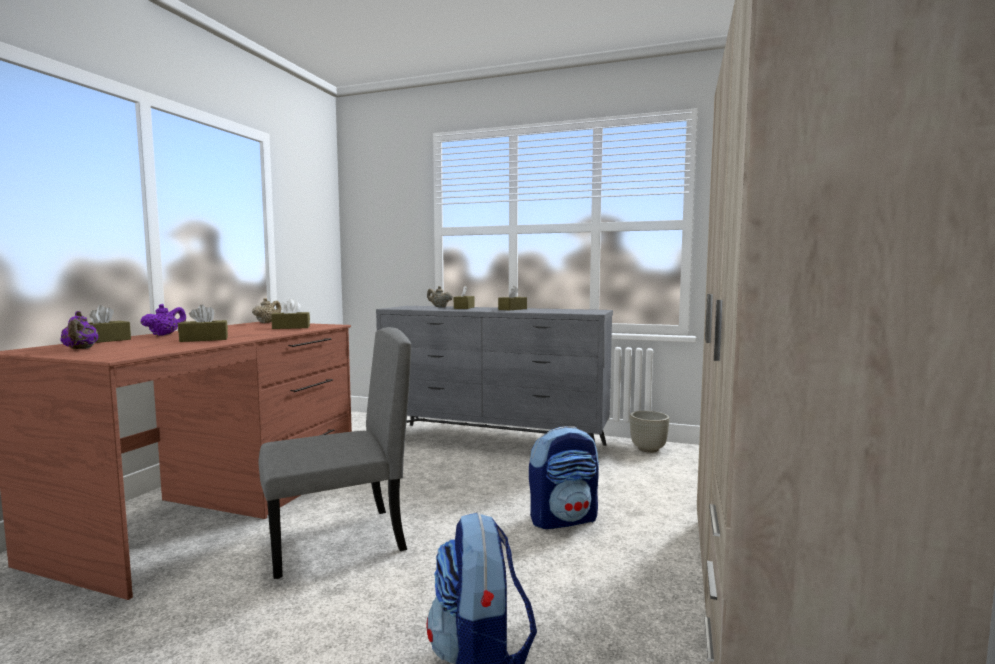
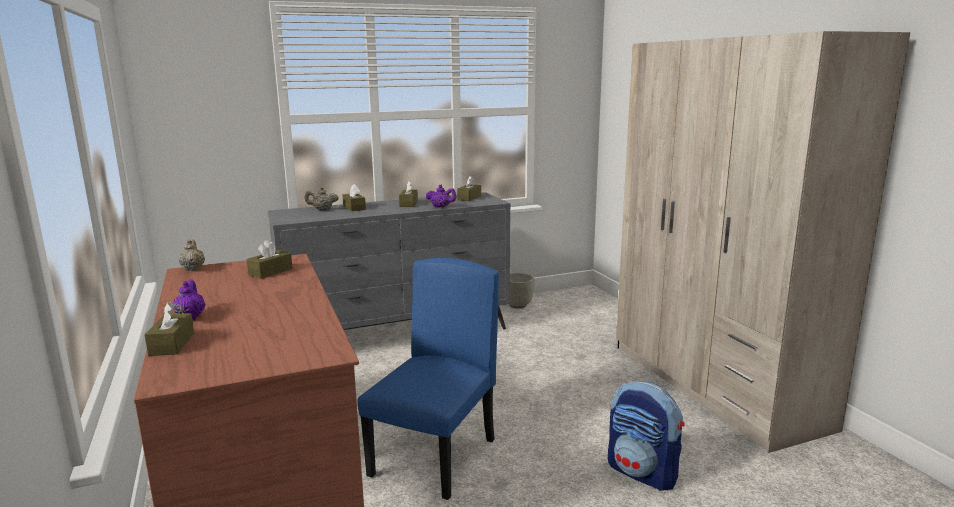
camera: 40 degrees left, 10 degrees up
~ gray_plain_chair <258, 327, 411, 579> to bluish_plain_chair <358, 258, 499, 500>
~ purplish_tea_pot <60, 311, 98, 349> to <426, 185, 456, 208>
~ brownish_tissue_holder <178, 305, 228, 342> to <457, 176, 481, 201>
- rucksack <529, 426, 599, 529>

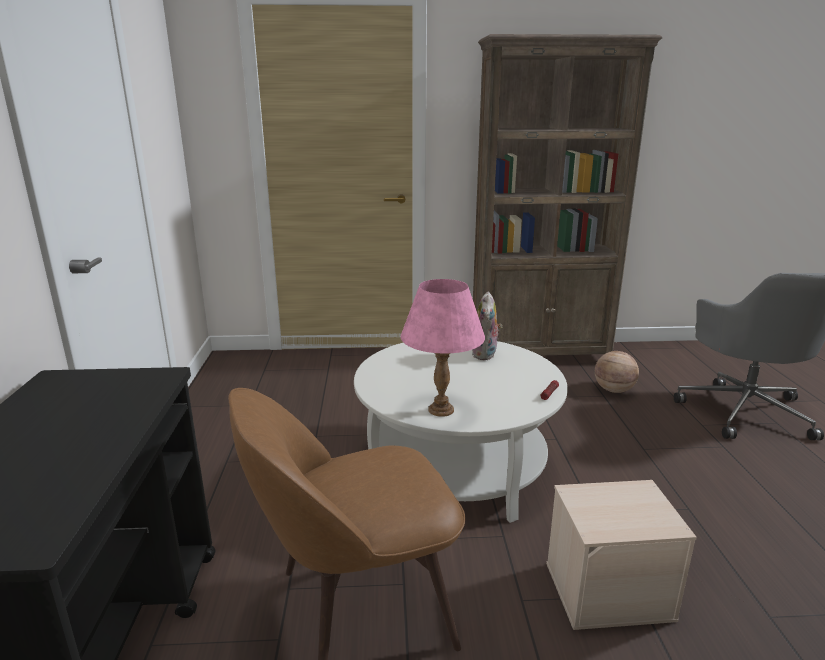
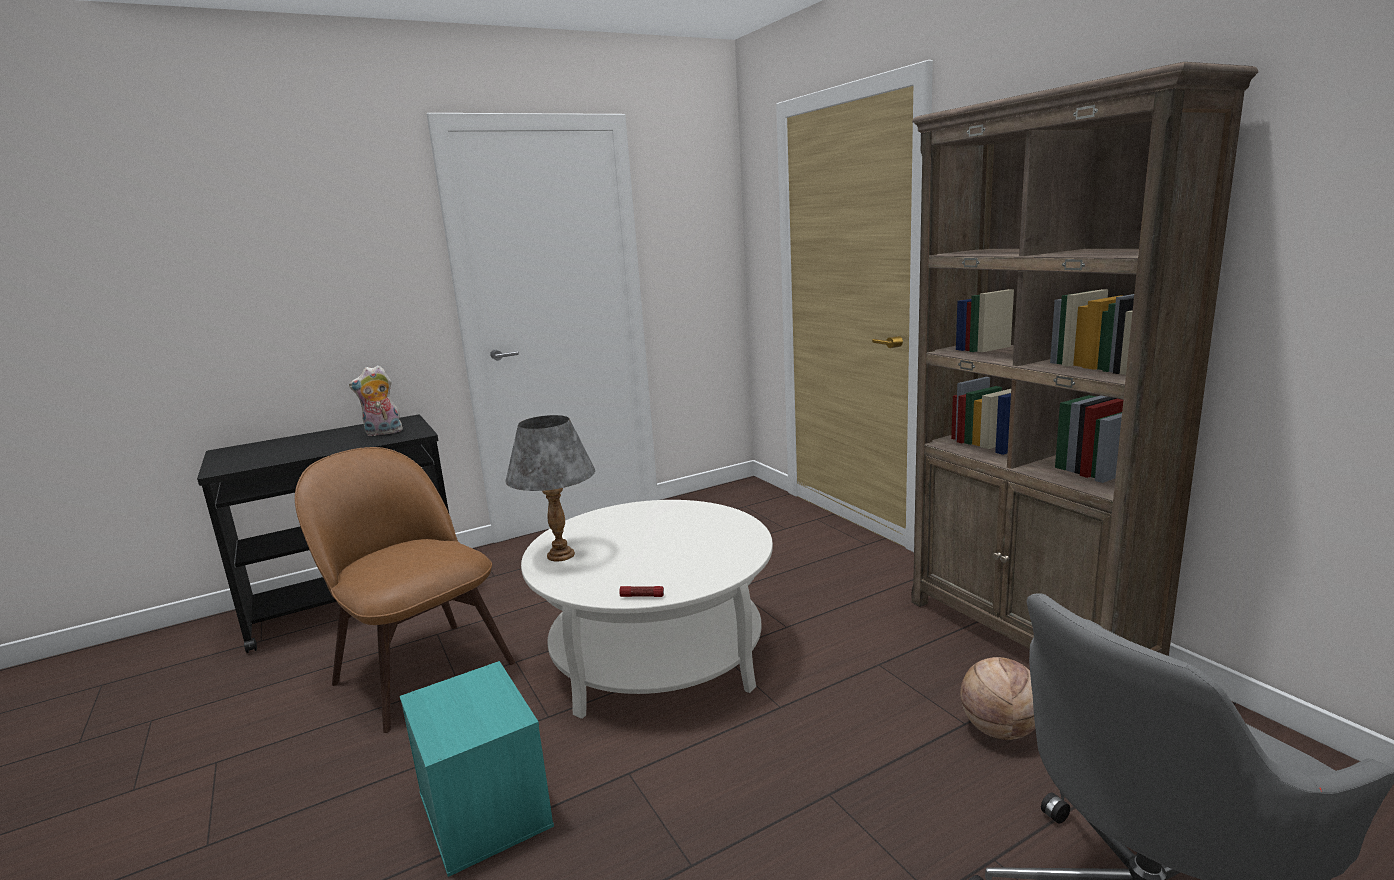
camera: 65 degrees right, 5 degrees down
~ cuddly_toy <472, 292, 503, 360> to <349, 365, 403, 436>
~ sand-coloured_storage_box <546, 480, 697, 630> to turquoise_storage_box <400, 661, 554, 877>
~ pink-coloured_table_lamp <401, 279, 485, 417> to gray_table_lamp <505, 415, 595, 562>

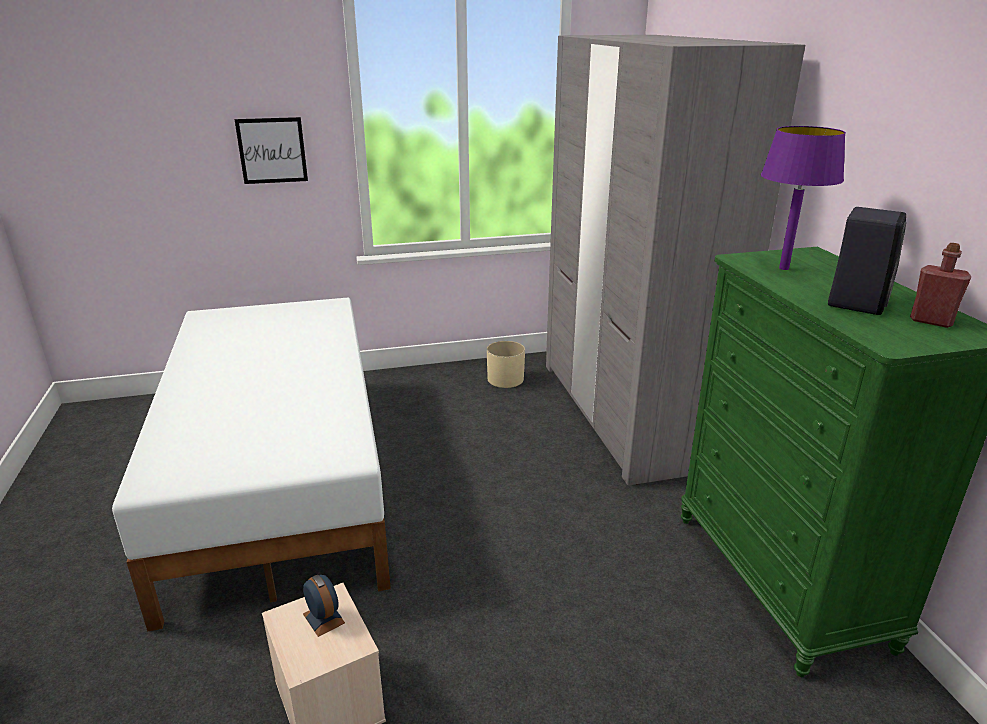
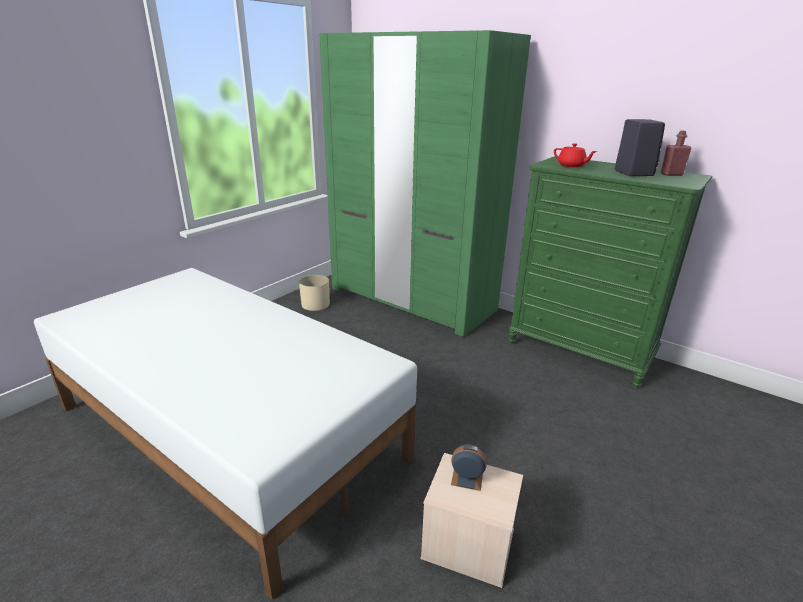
camera: 40 degrees left, 0 degrees up
~ gray_clothes_cupboard <546, 35, 805, 485> to green_clothes_cupboard <319, 30, 531, 337>
~ purplish_table_lamp <761, 126, 846, 270> to red_tea_pot <554, 143, 597, 167>
- wall_art <235, 117, 308, 184>

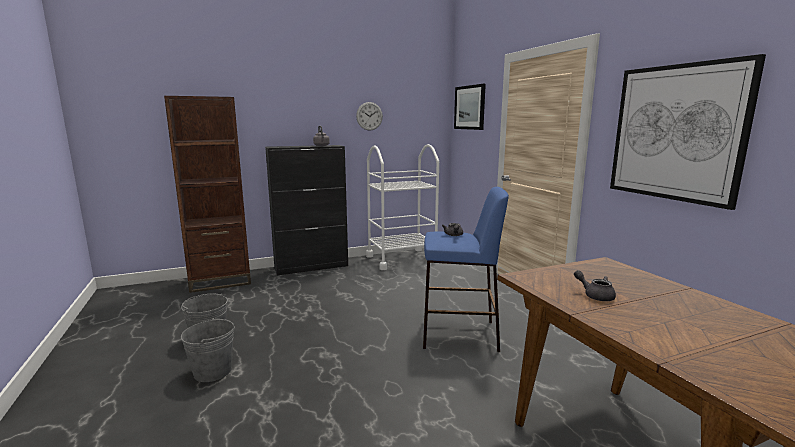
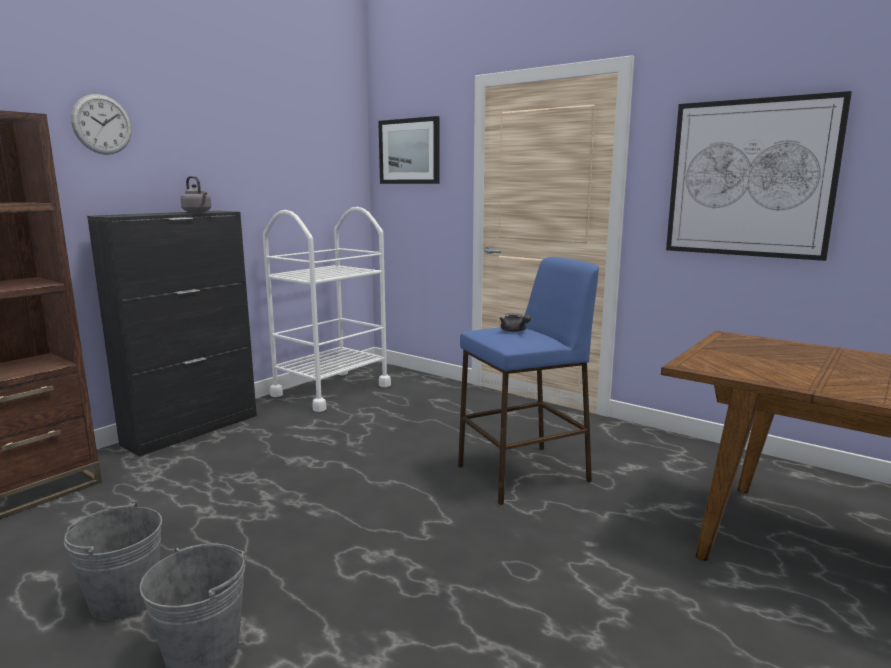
camera: 30 degrees left, 0 degrees up
~ wall_clock <356, 102, 383, 130> to <71, 94, 132, 155>
- gray_tea_pot <574, 270, 616, 301>

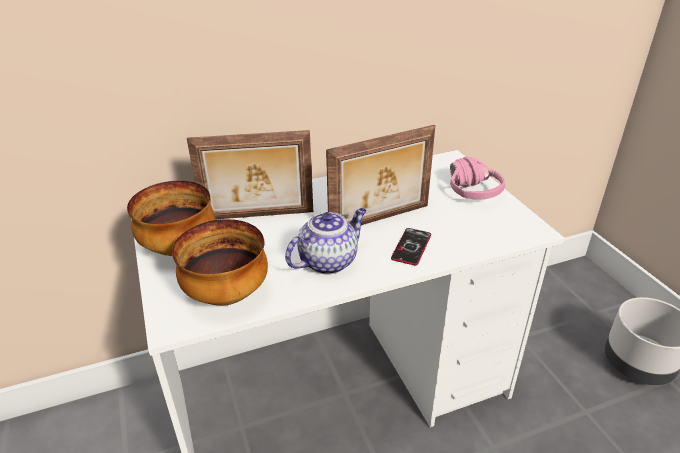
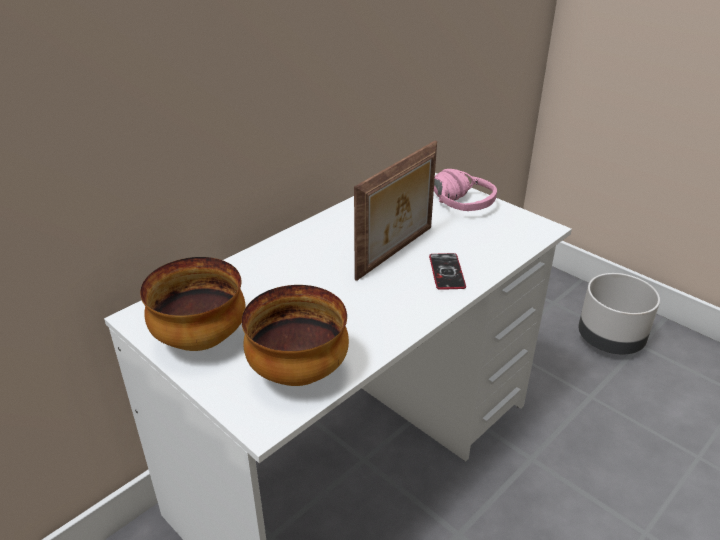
camera: 25 degrees left, 0 degrees up
- standing_frame <187, 130, 313, 220>
- tea_pot <285, 208, 366, 275>

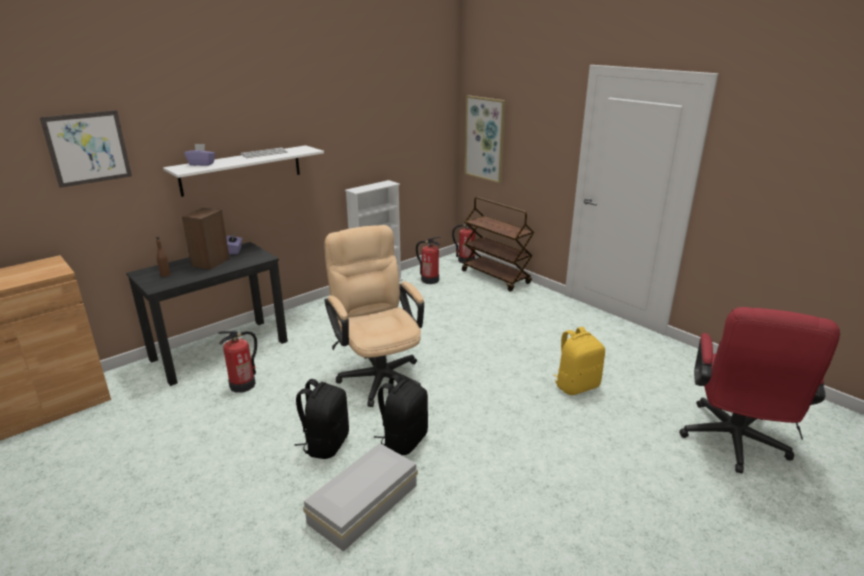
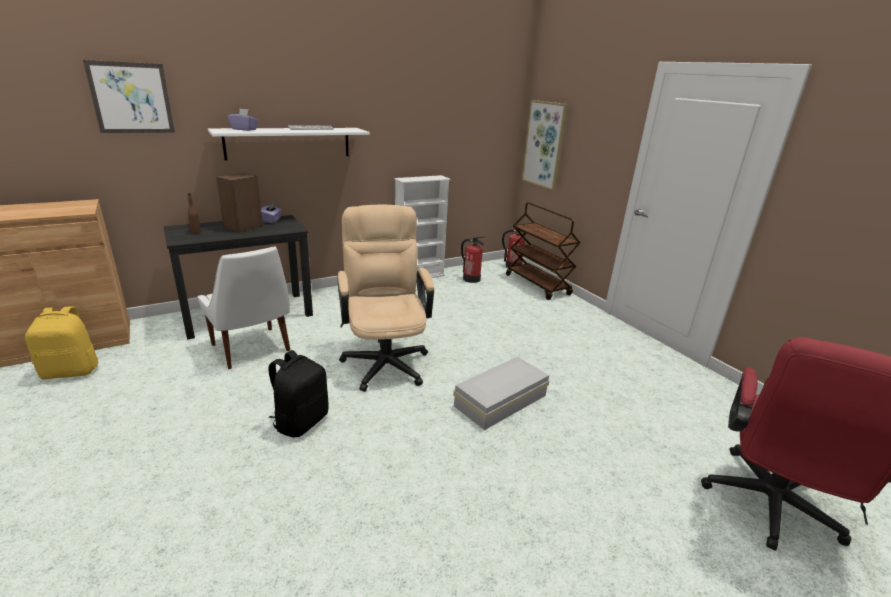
camera: 10 degrees right, 0 degrees up
~ yellow_rucksack <554, 327, 605, 395> to <25, 306, 98, 379>
~ extinguisher <218, 331, 257, 393> to white-coloured_plain_chair <198, 247, 290, 369>
~ white-coloured_storage_box <303, 443, 418, 552> to <453, 357, 549, 430>
- black_rucksack <374, 374, 428, 455>

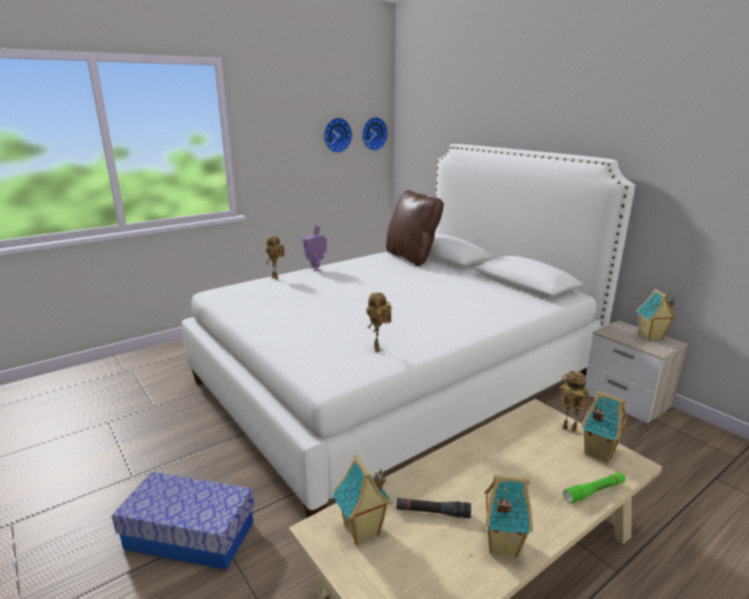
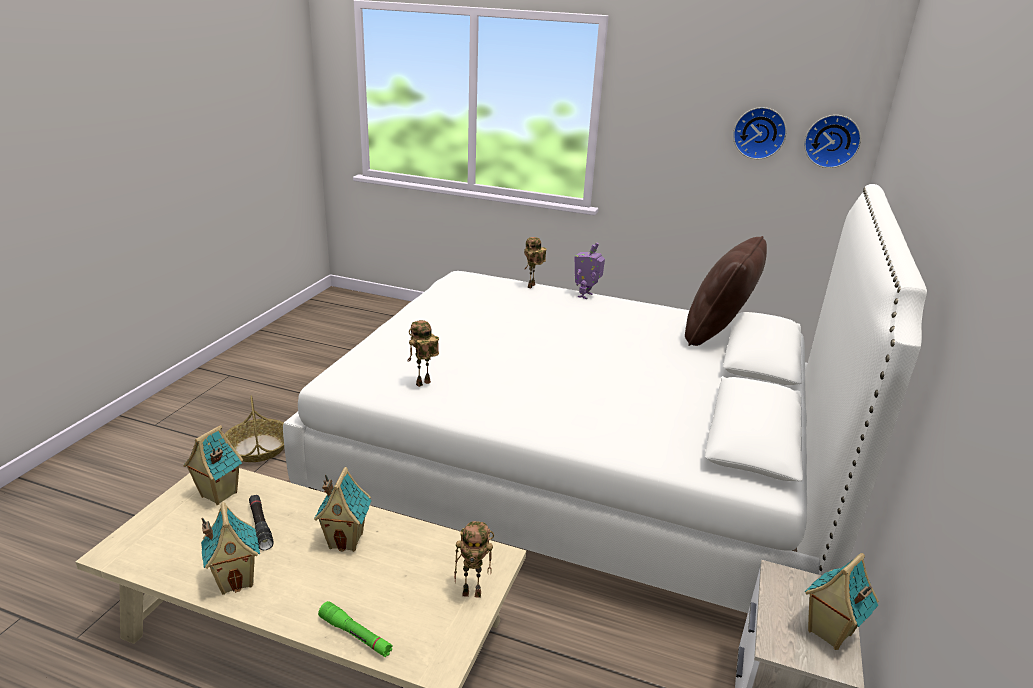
camera: 55 degrees right, 5 degrees up
~ storage_box <112, 472, 255, 570> to household_basket <224, 395, 284, 462>
~ toy_house <581, 391, 629, 463> to <314, 467, 372, 552>
~ robot_figure <559, 371, 590, 432> = <454, 521, 494, 598> 105 degrees clockwise

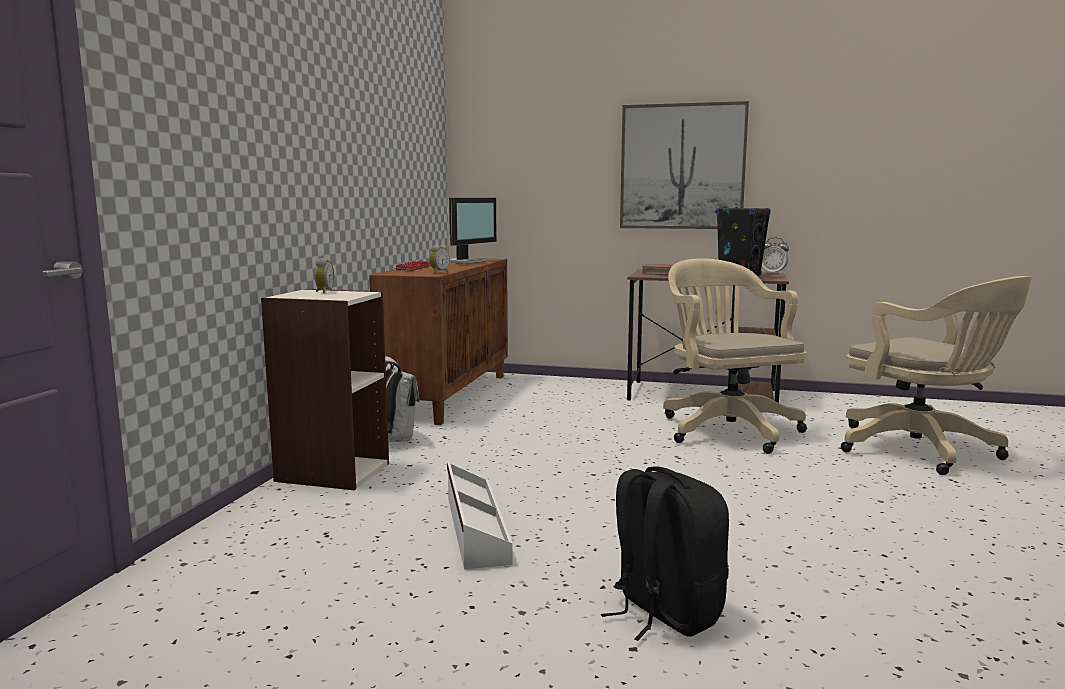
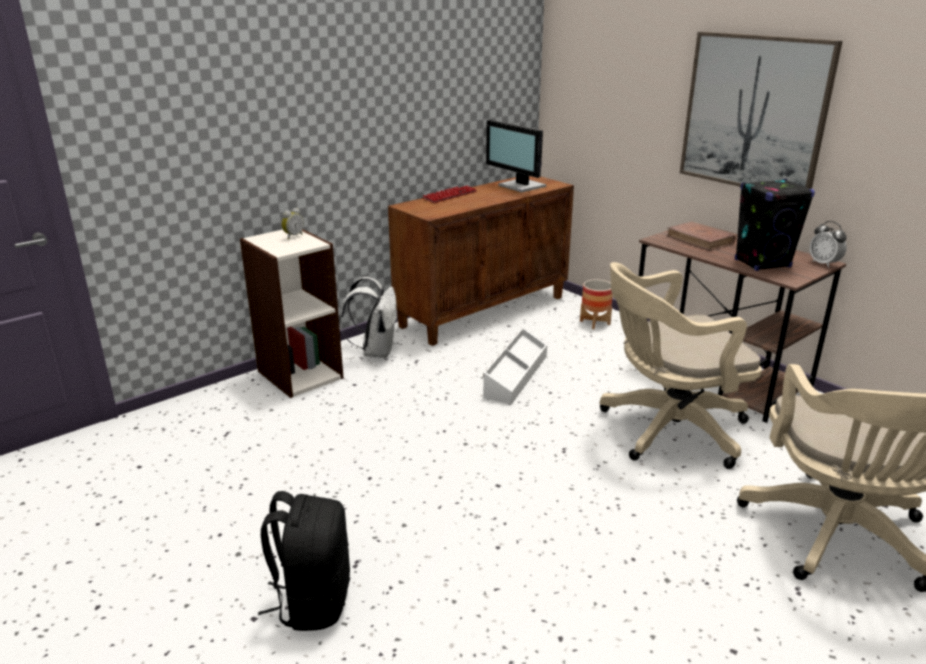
camera: 35 degrees right, 15 degrees up
~ white-coloured_storage_box <447, 463, 513, 569> to <483, 328, 547, 405>
~ computer_screen <449, 198, 497, 264> = <486, 120, 546, 192> 75 degrees clockwise
+ flower_pot <580, 279, 613, 329>
~ sand-coloured_office_chair <663, 258, 807, 454> = <600, 262, 762, 469> 120 degrees counterclockwise
- table_clock <429, 245, 450, 273>

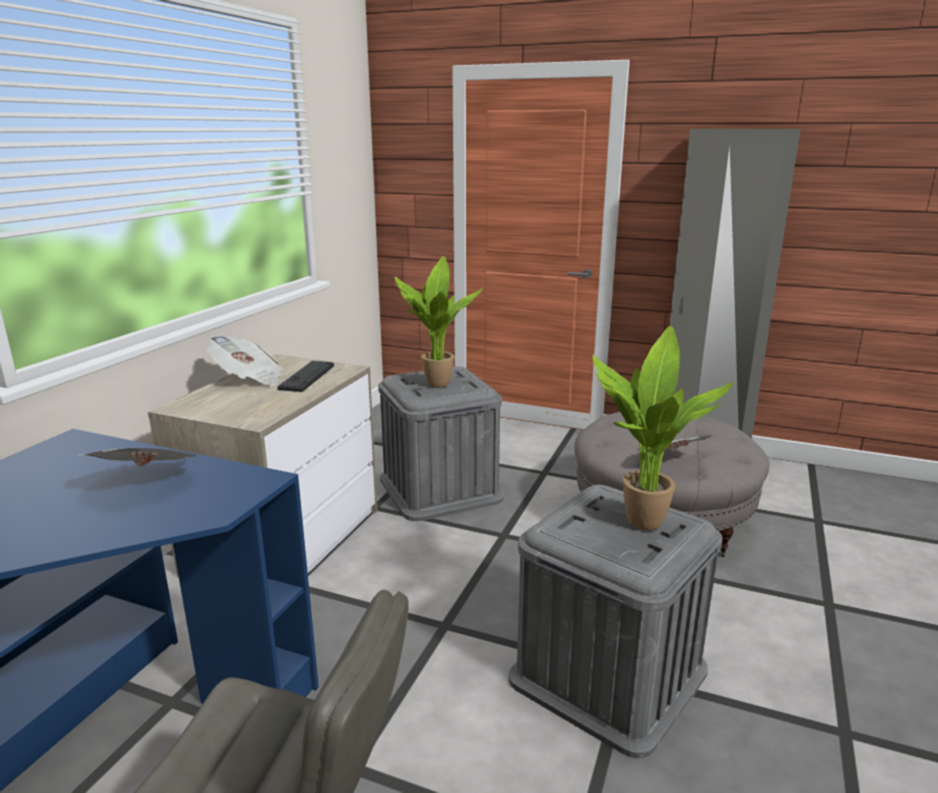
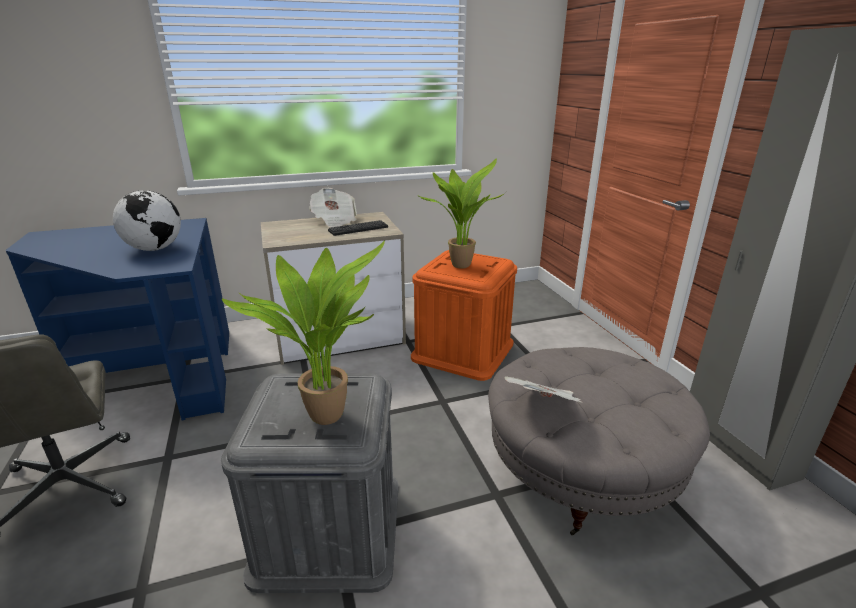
camera: 50 degrees right, 5 degrees up
~ newspaper <77, 448, 196, 466> to desk_globe <113, 190, 181, 251>
~ gray_storage_box <378, 366, 504, 521> to orangey_storage_box <411, 250, 517, 381>

